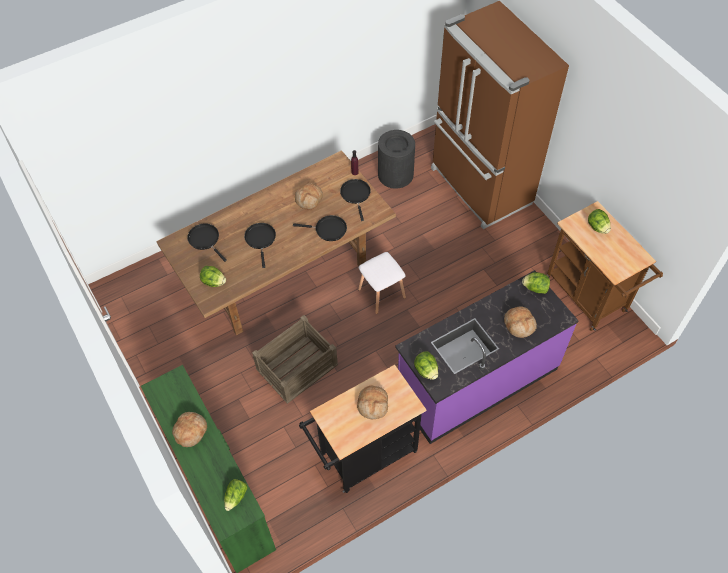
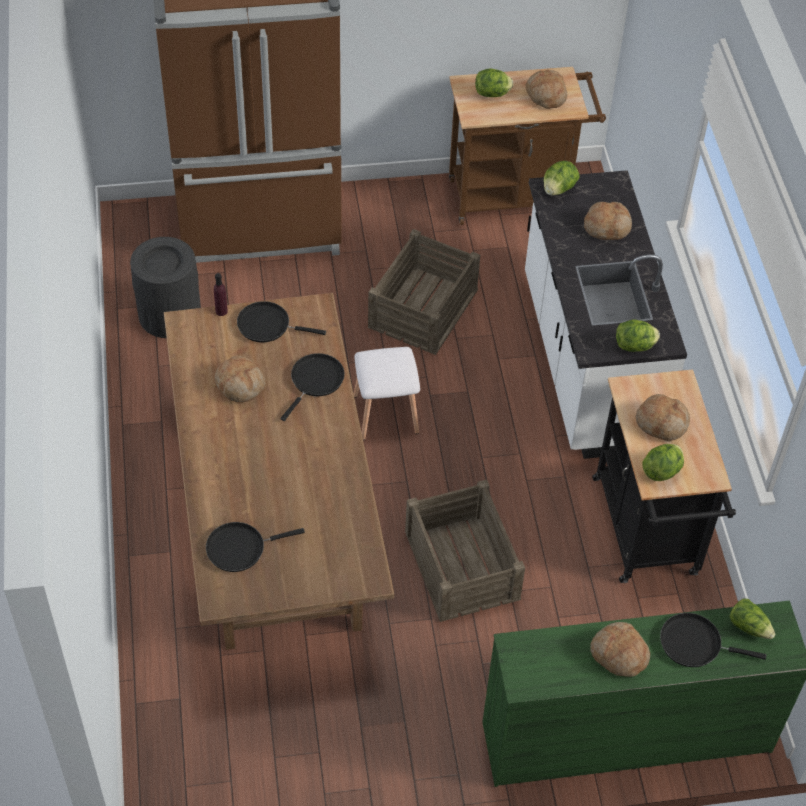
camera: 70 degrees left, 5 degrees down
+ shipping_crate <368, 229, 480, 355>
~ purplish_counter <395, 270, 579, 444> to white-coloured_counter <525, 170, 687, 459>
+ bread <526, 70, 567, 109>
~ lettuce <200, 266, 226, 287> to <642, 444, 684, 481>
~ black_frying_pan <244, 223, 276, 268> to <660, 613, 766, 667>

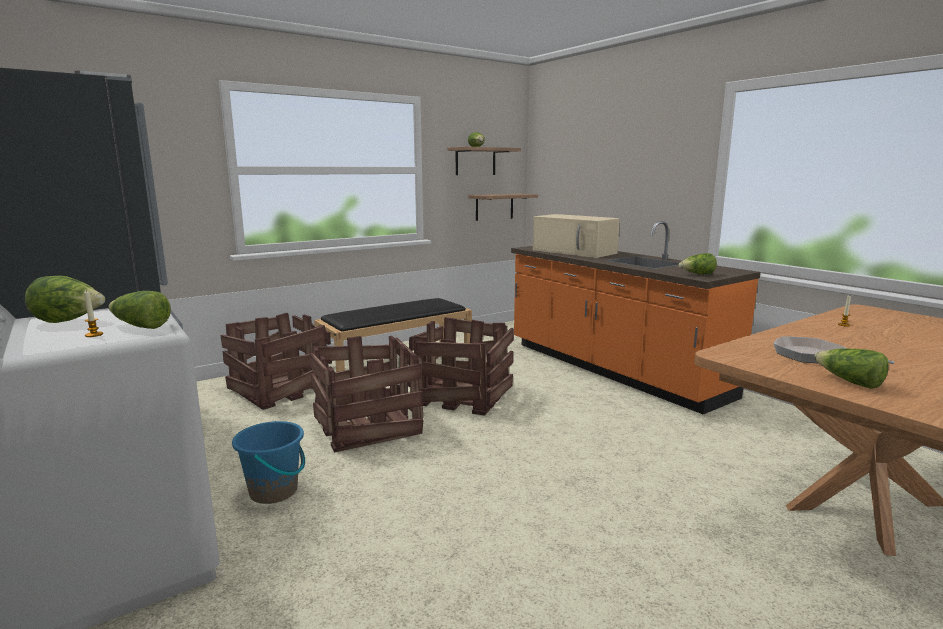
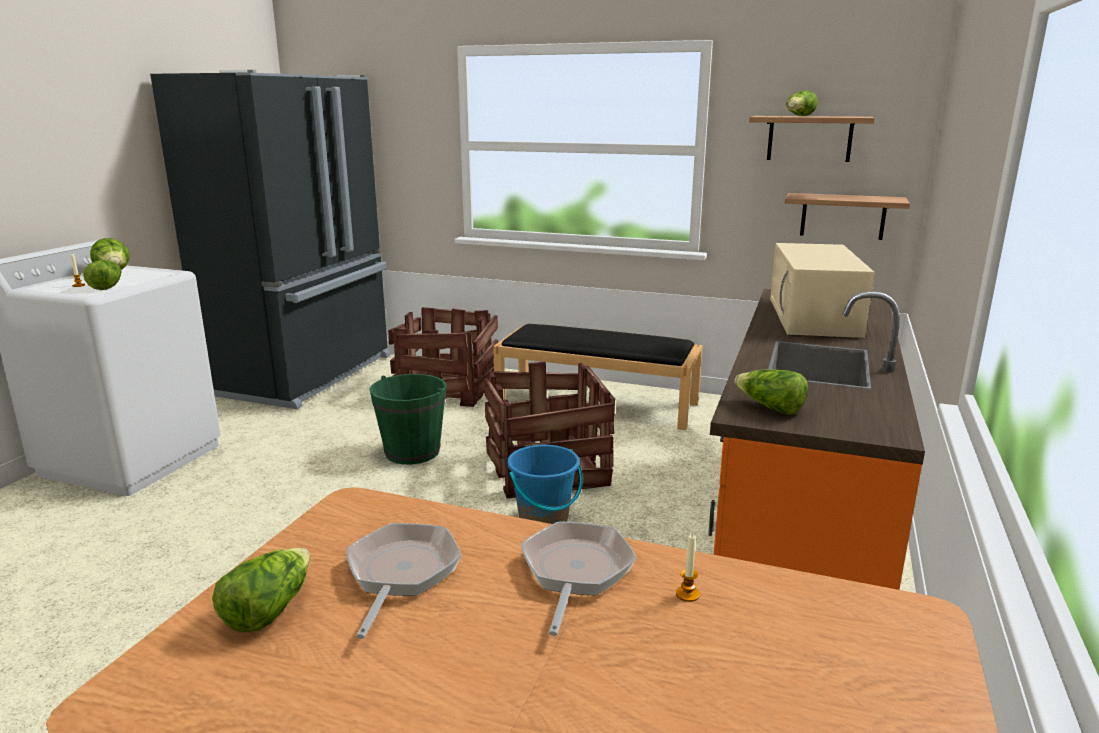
camera: 55 degrees right, 5 degrees up
~ shipping_crate <309, 336, 423, 452> to green_pail <369, 374, 446, 464>
~ bluish_pail <232, 421, 305, 504> to <507, 445, 583, 524>
+ frying_pan <521, 521, 637, 636>

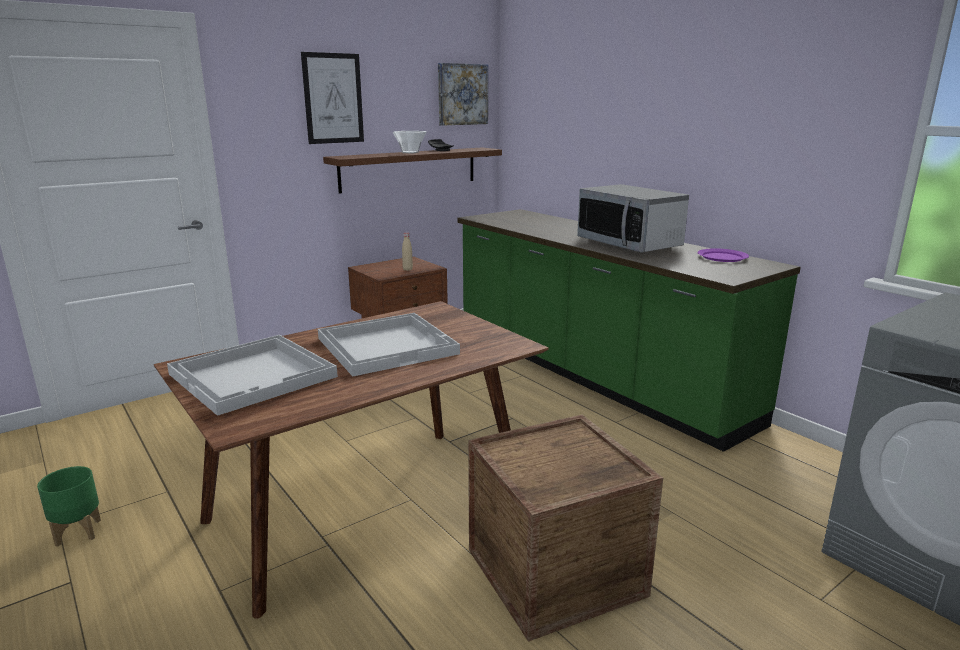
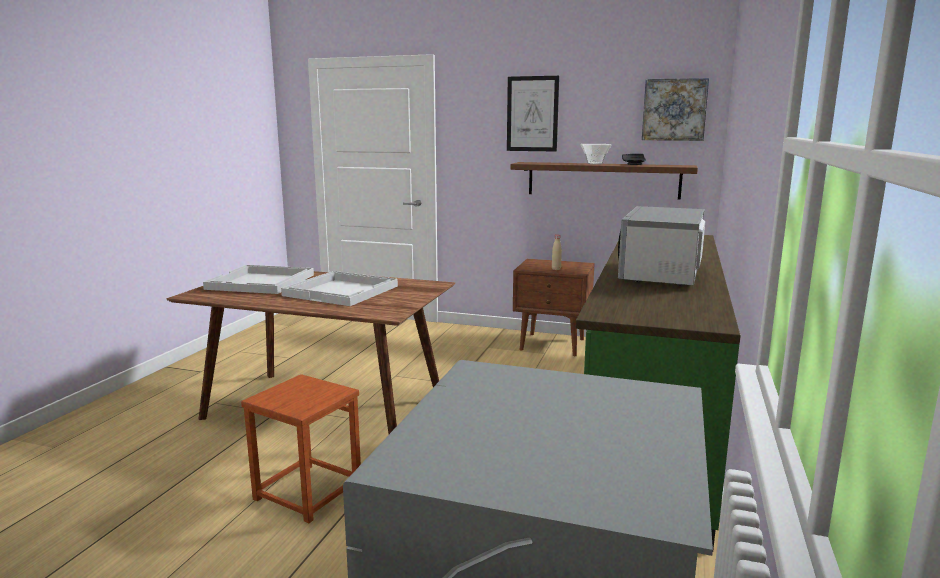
camera: 55 degrees right, 5 degrees down
~ shipping_crate <468, 414, 663, 642> to brownish_stool <241, 374, 361, 523>
- green_flower_pot <37, 466, 101, 547>
- purplish_plate <698, 248, 749, 262>

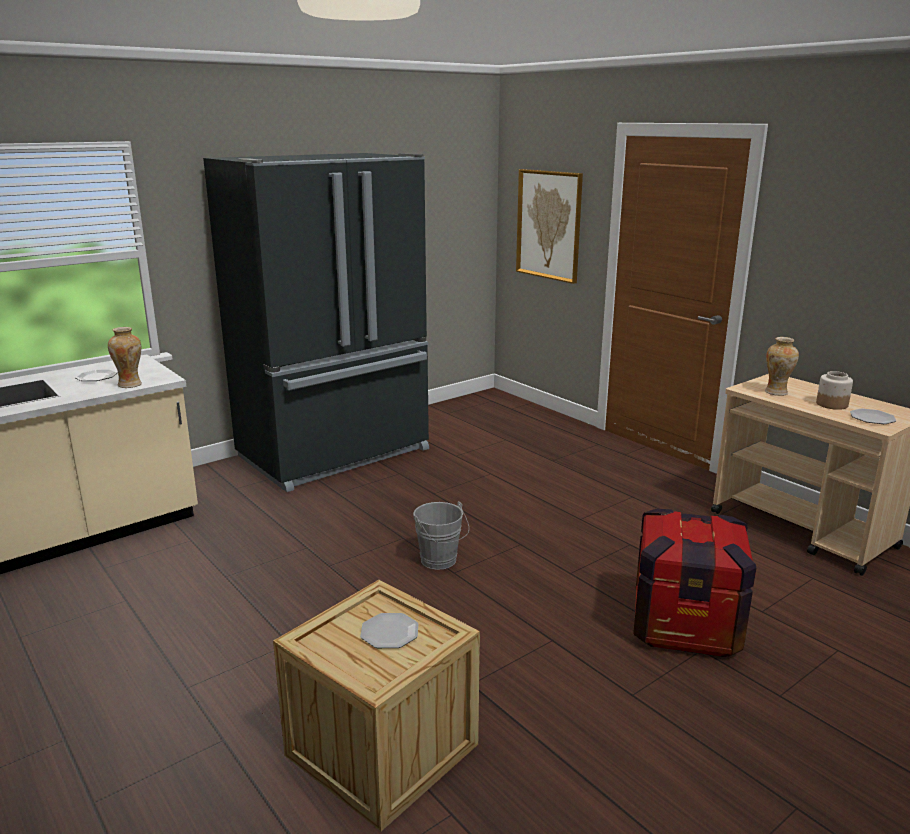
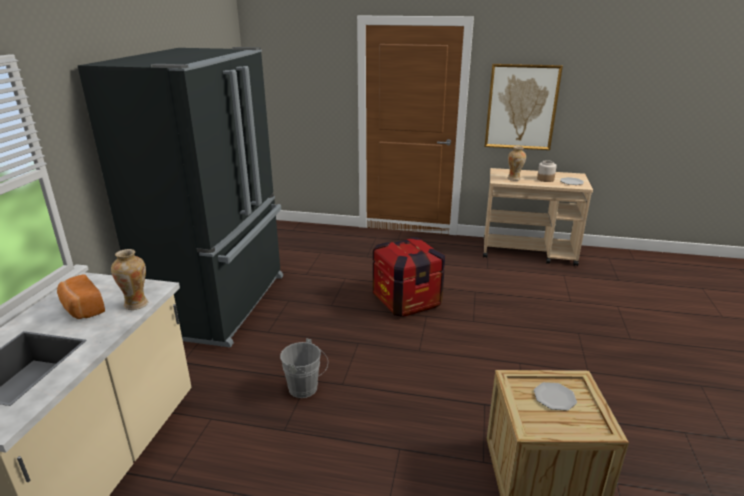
camera: 40 degrees left, 5 degrees up
~ plate <75, 369, 118, 381> to bread <57, 274, 105, 319>
~ gray_pail <413, 501, 469, 570> to <280, 338, 328, 398>
~ shipping_crate <633, 509, 756, 657> to <373, 237, 445, 317>
~ wall_art <516, 169, 583, 284> to <485, 64, 563, 150>

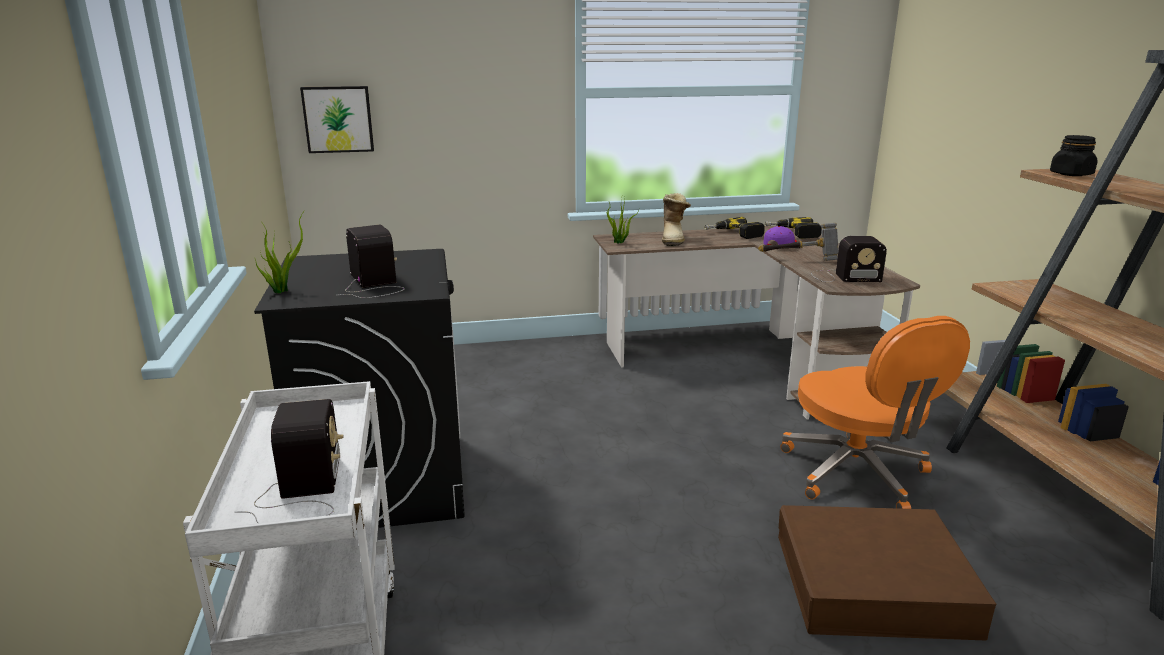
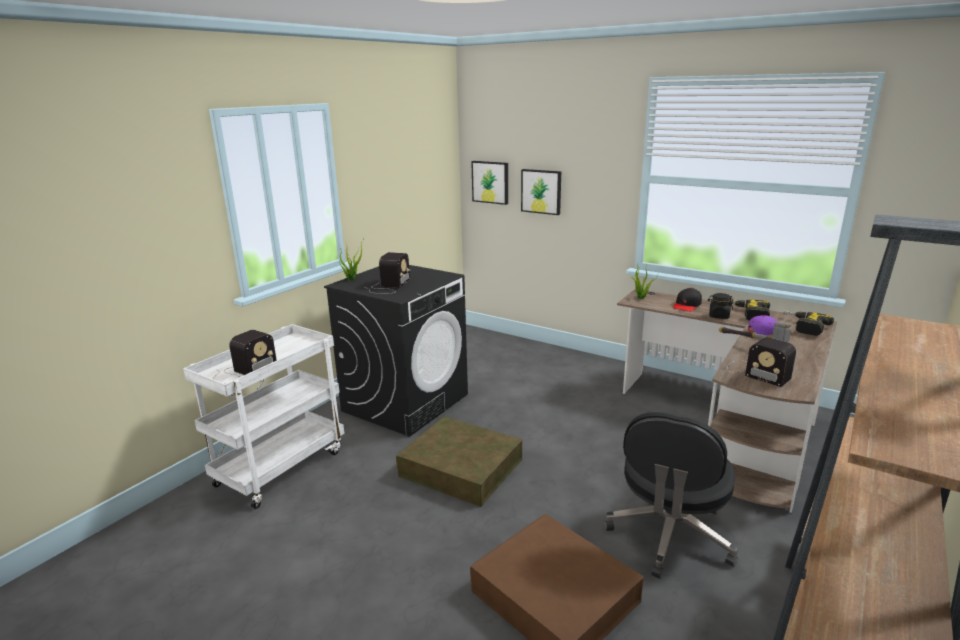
camera: 45 degrees right, 0 degrees up
+ brownish_storage_box <396, 416, 522, 507>
+ wall_art <521, 169, 561, 215>
~ orangey_office_chair <781, 316, 970, 509> to black_office_chair <604, 412, 738, 579>
~ boot <662, 193, 691, 246> to black_peaked_cap <673, 288, 702, 312>
~ black_preserve_jar <1050, 135, 1097, 176> to <708, 293, 734, 319>

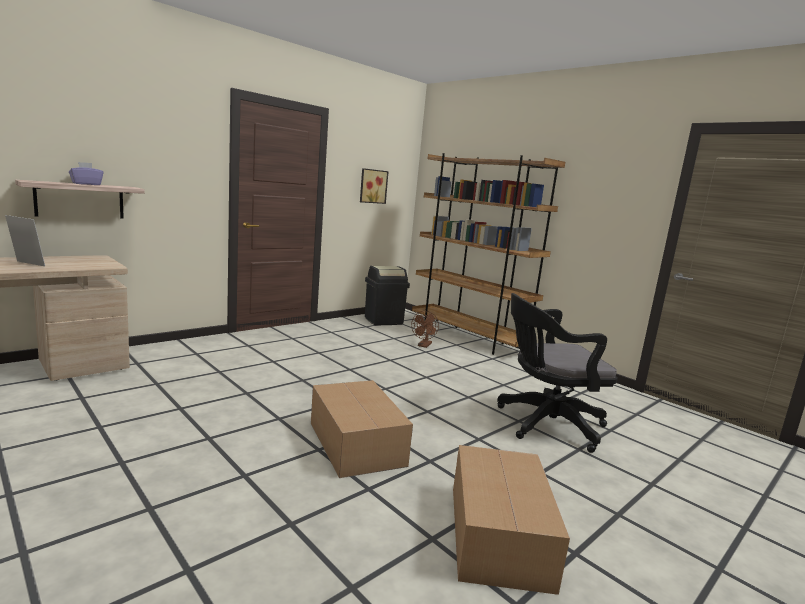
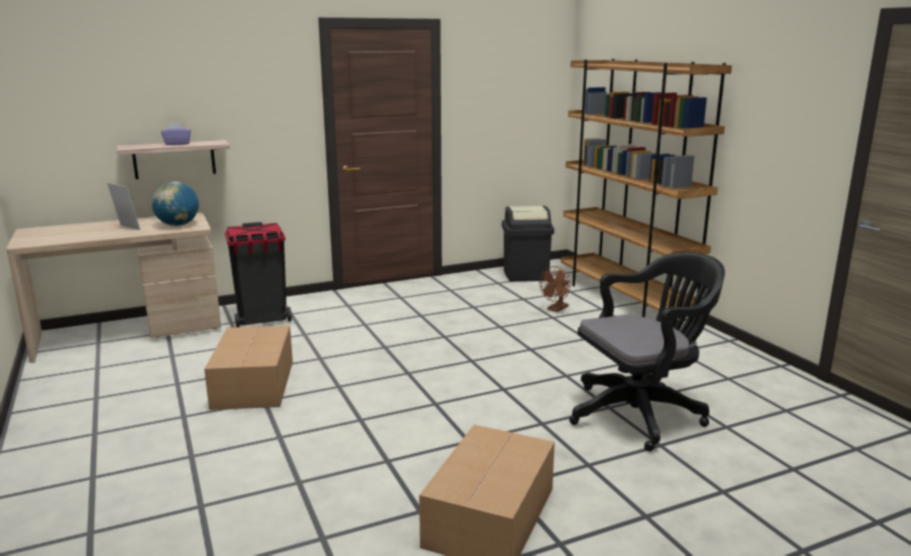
camera: 20 degrees right, 5 degrees up
+ desk_globe <152, 182, 199, 226>
~ packing_box <311, 380, 413, 478> to <204, 325, 293, 410>
+ black_trash_can <225, 222, 292, 327>
~ black_office_chair <497, 293, 618, 453> = <569, 252, 725, 451> 150 degrees clockwise
- wall_art <360, 168, 389, 204>

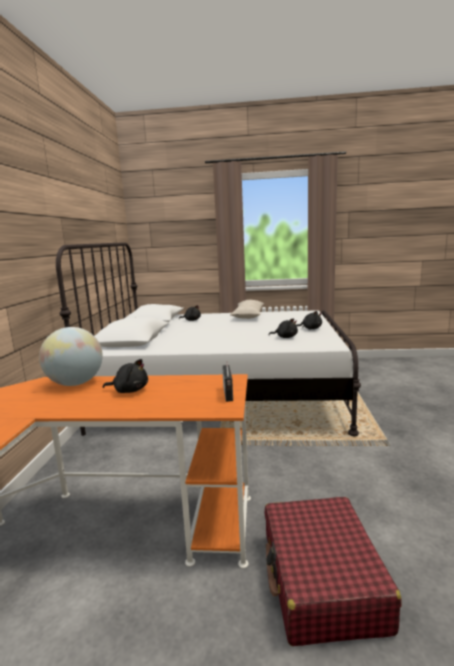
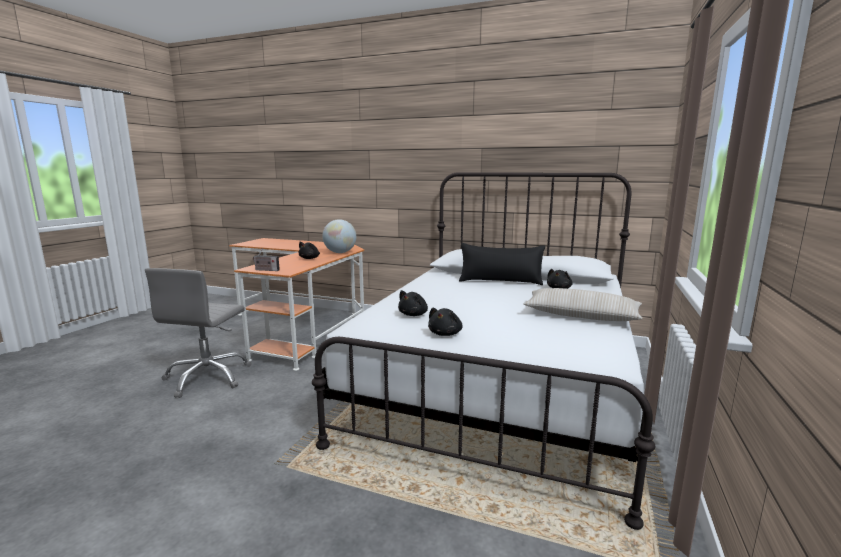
camera: 105 degrees right, 0 degrees up
~ red_travel_case <265, 497, 402, 646> to gray_office_chair <145, 268, 251, 398>
+ black_throw_pillow <459, 243, 545, 285>

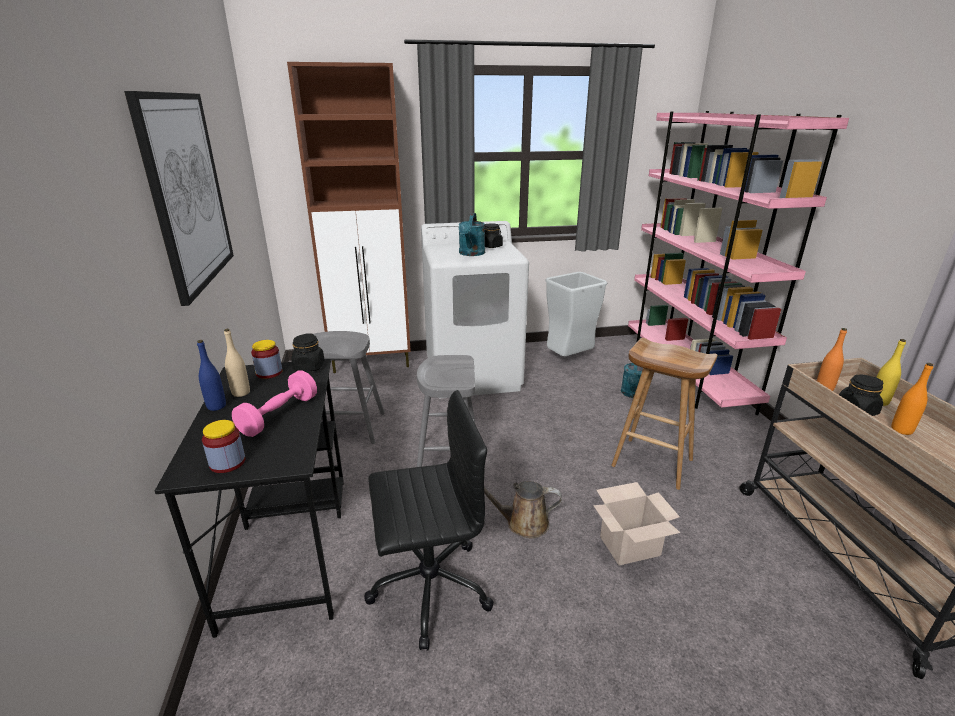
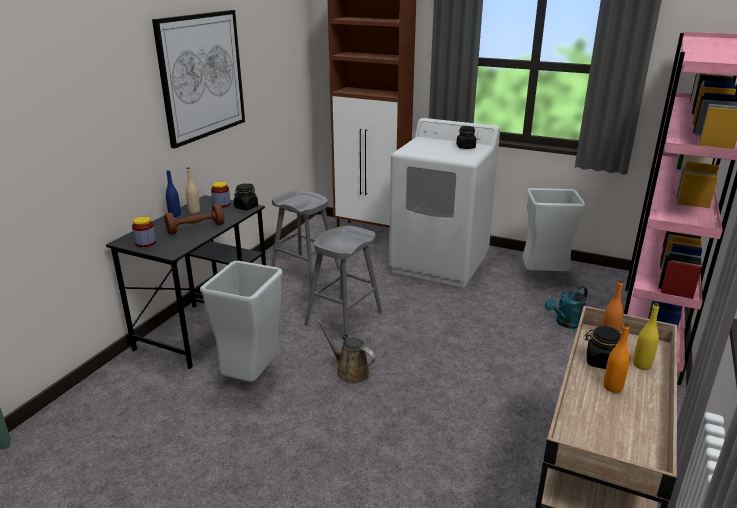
camera: 35 degrees right, 0 degrees up
~ pink-coloured_hand_weight <232, 370, 317, 437> to brownish_hand_weight <164, 204, 224, 235>
~ black_office_chair <364, 390, 494, 650> to gray_trash_can <200, 261, 283, 382>
- turquoise_sprinkling_can <459, 213, 485, 256>
- packing_box <593, 482, 680, 565>
- brownish_stool <611, 338, 717, 490>

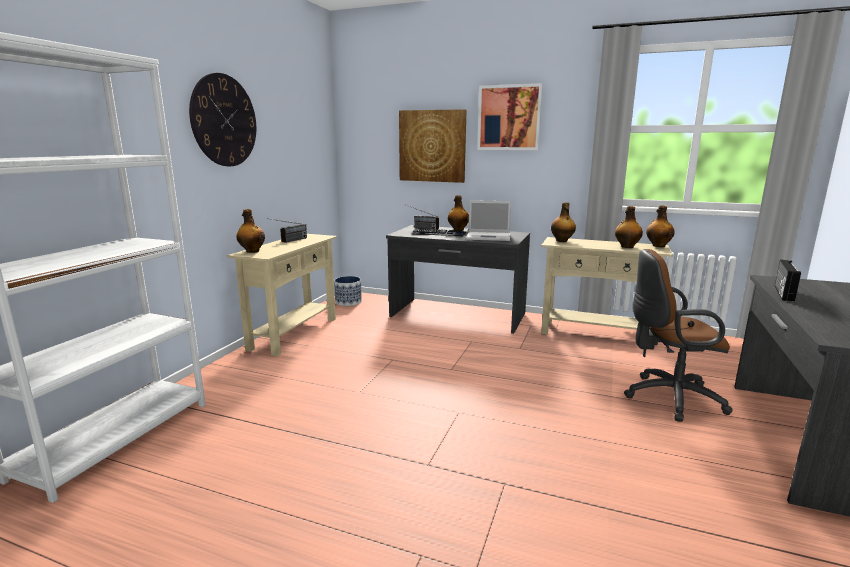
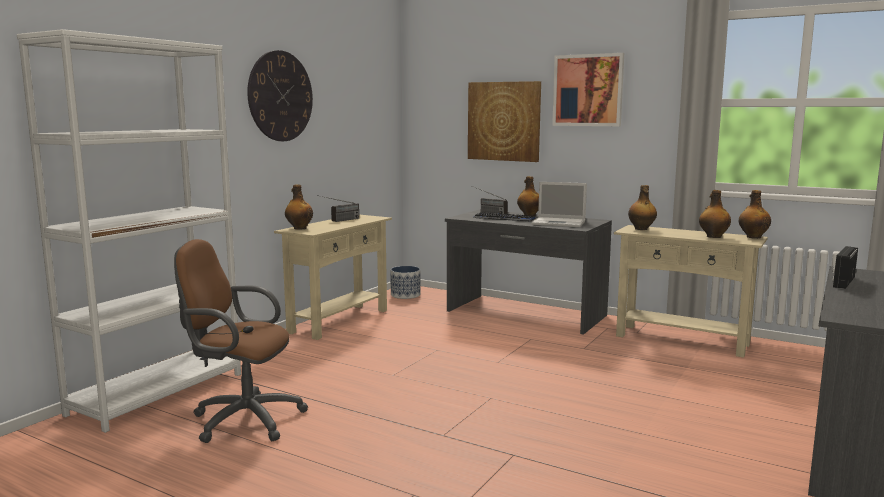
camera: 10 degrees right, 5 degrees down
~ brownish_office_chair <624, 249, 733, 422> to <174, 239, 308, 443>

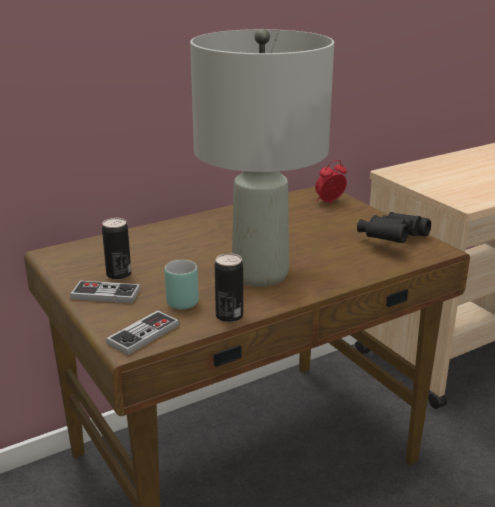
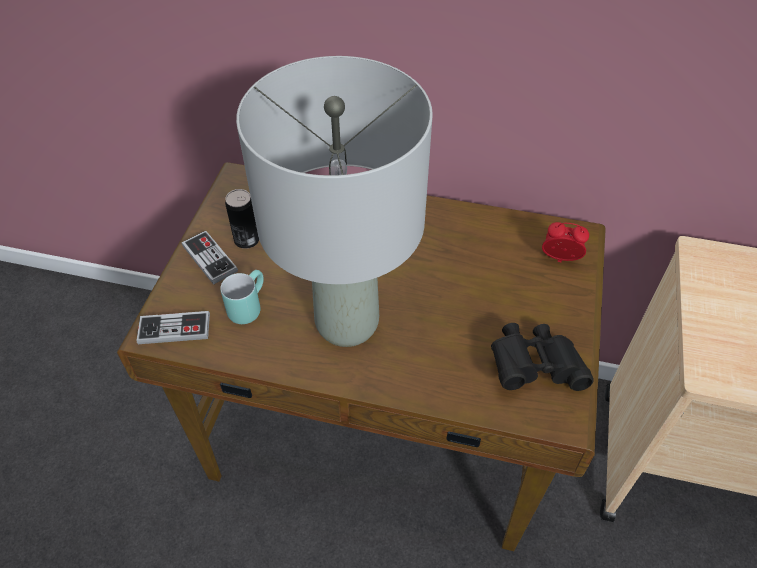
camera: 45 degrees right, 25 degrees up
- metal_can <215, 253, 243, 322>

